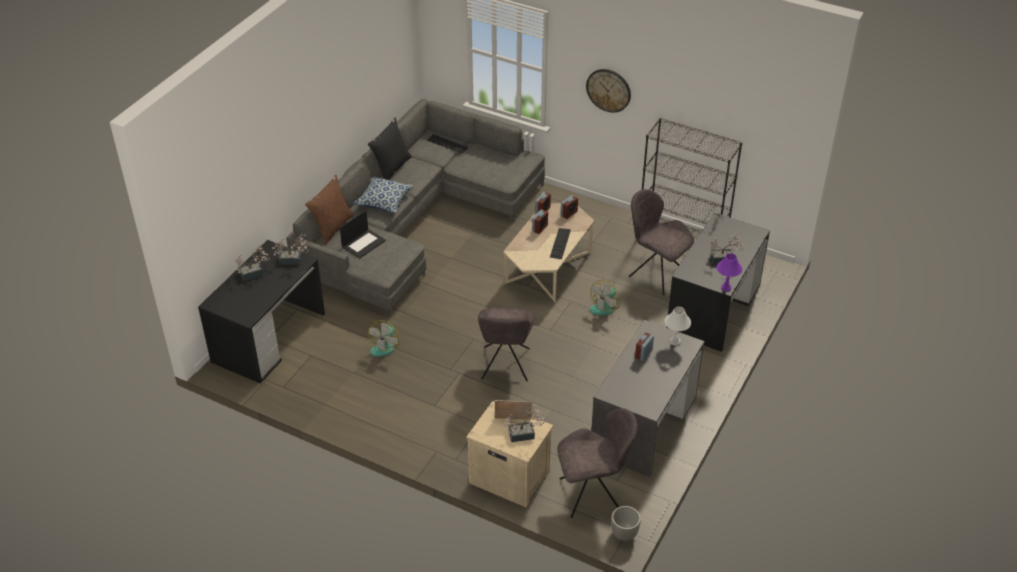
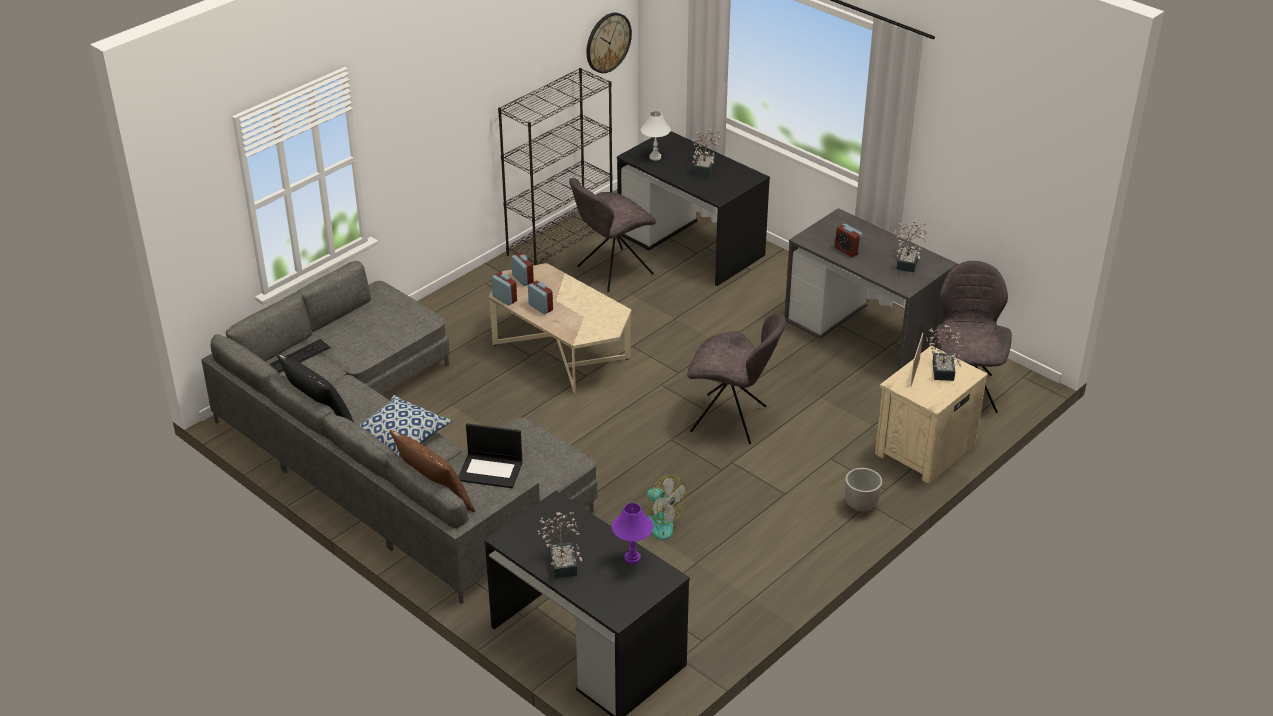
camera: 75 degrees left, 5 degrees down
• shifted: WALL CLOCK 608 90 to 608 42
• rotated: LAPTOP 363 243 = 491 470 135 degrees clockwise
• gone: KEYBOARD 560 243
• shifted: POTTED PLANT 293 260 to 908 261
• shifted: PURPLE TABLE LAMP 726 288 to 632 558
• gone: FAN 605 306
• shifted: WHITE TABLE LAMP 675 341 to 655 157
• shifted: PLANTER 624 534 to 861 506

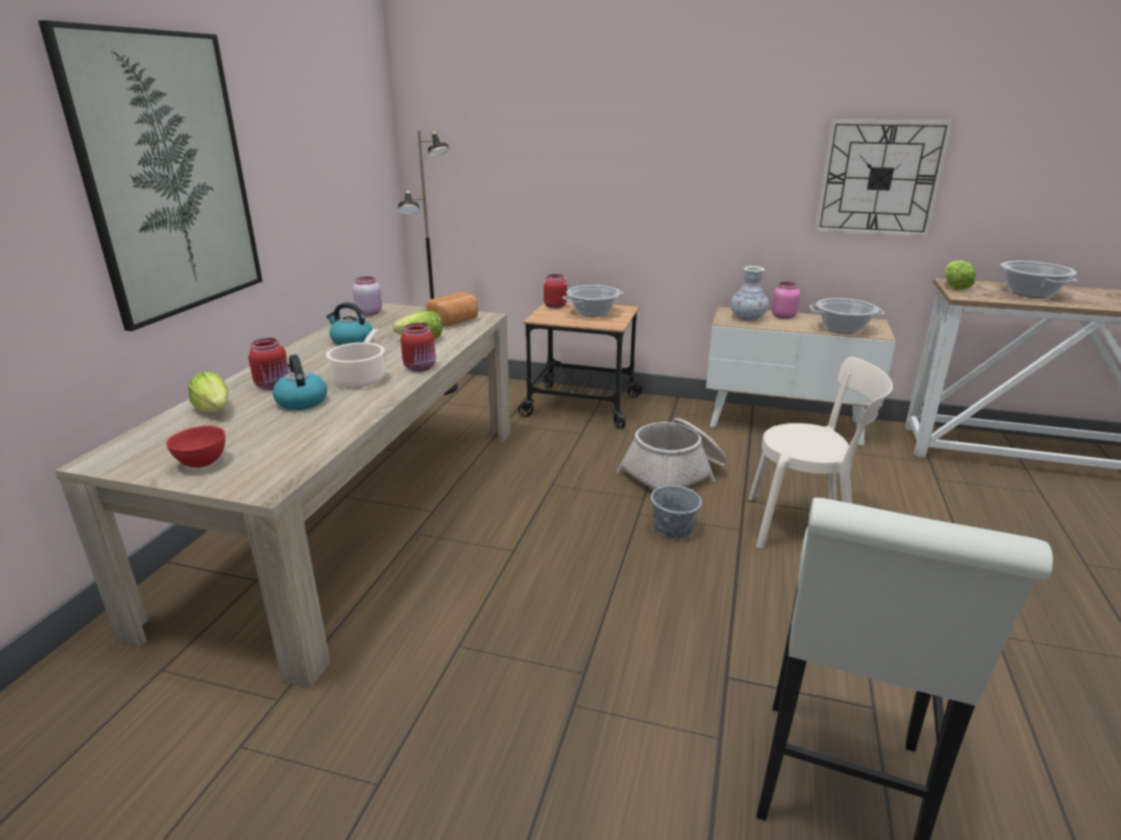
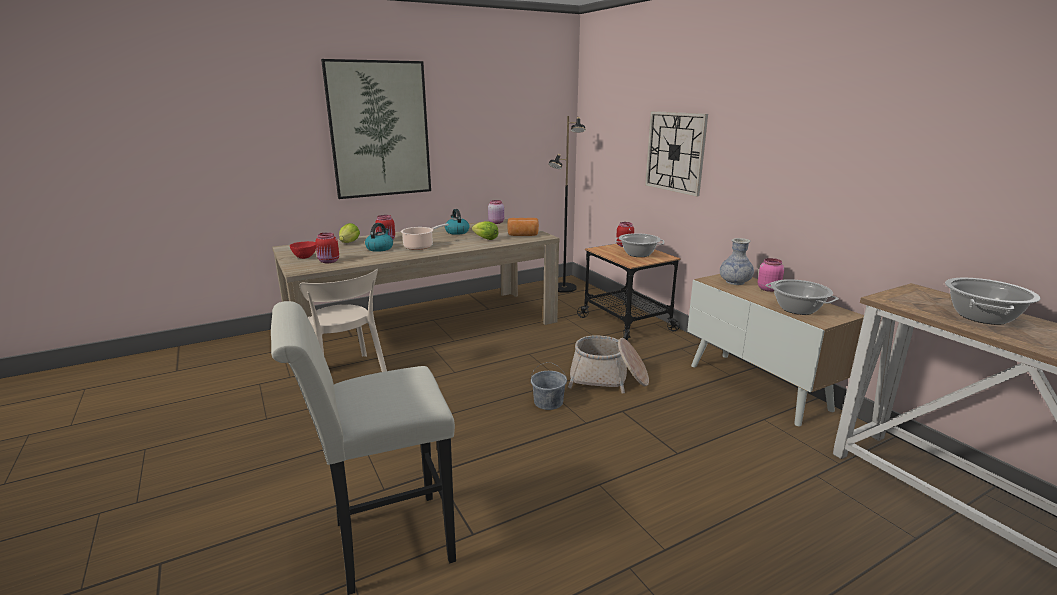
camera: 45 degrees right, 5 degrees down
• shifted: WALL CLOCK 880 178 to 675 152
• gone: LETTUCE 954 287
• shifted: RED JAR 421 368 to 329 261
• shifted: BEIGE CHAIR 805 525 to 348 376

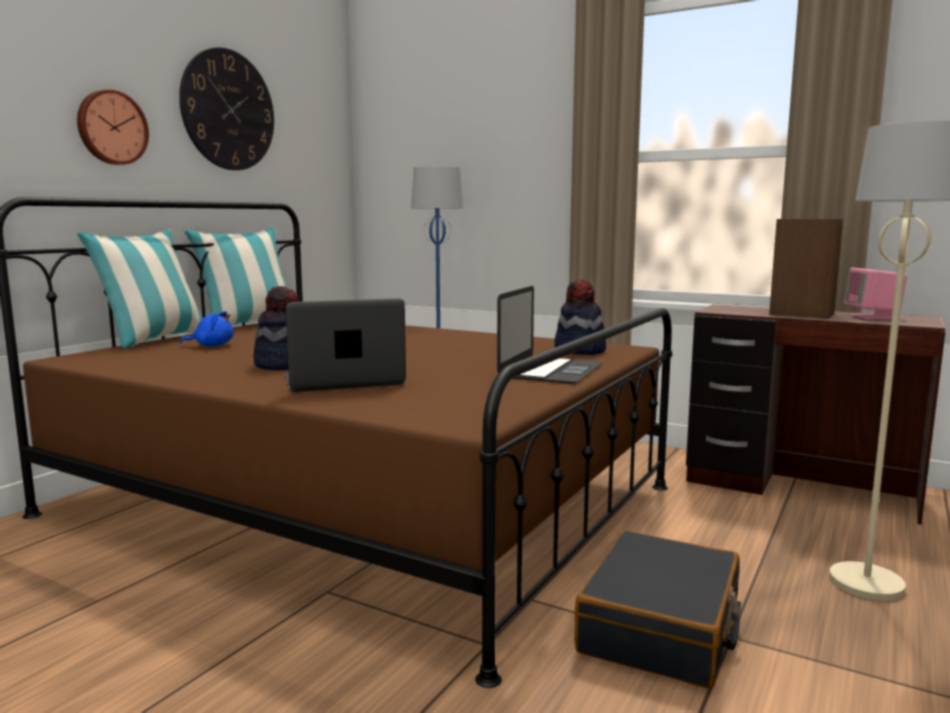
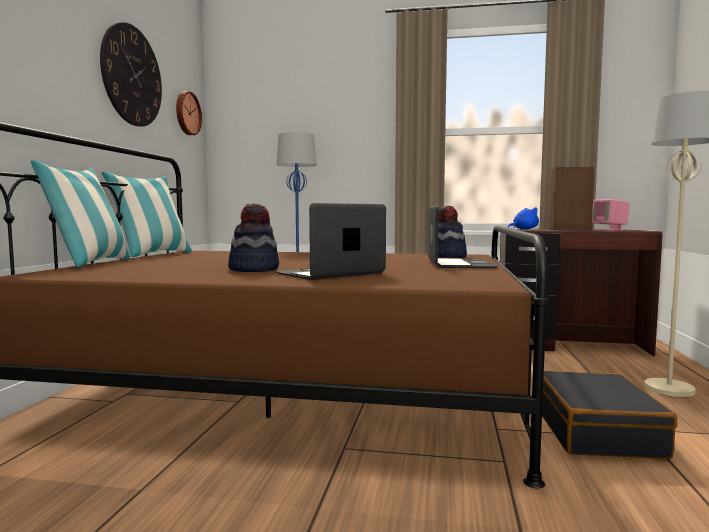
camera: 20 degrees left, 5 degrees down
• shifted: WALL CLOCK 111 128 to 187 113
• shifted: BLUE PLUSH TOY 211 345 to 524 229

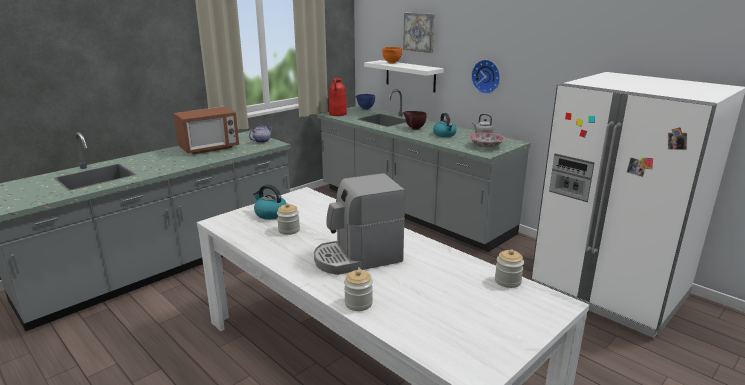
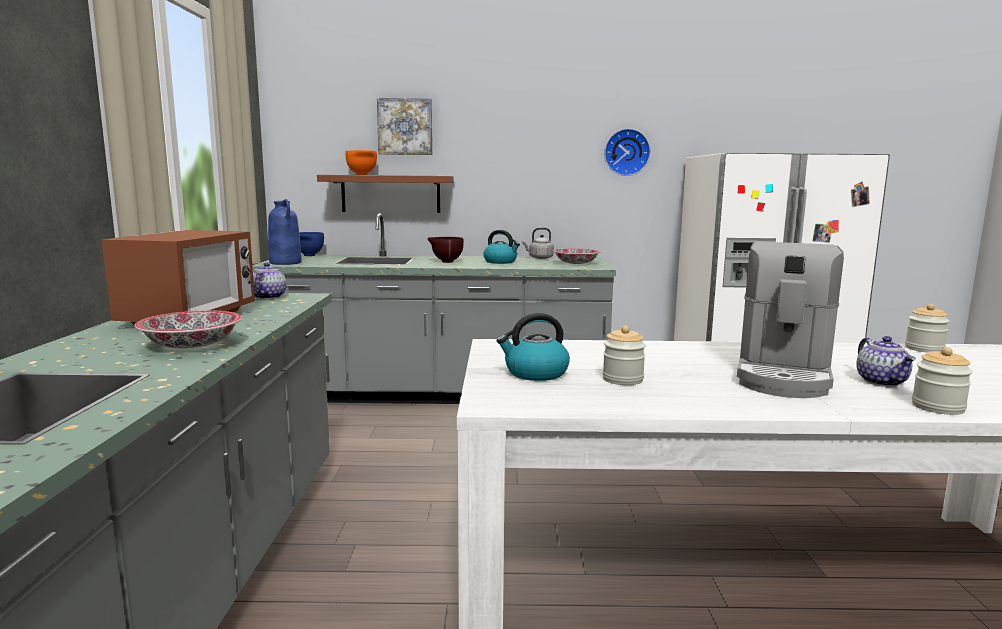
camera: 45 degrees left, 10 degrees down
• repainted: WHITE SHELF 410 76 to BROWN SHELF 390 194
• shifted: WALL CLOCK 487 76 to 626 152
• repainted: RED VASE 338 114 to BLUE VASE 286 263
• new: BOWL 192 345
• new: TEAPOT 883 382

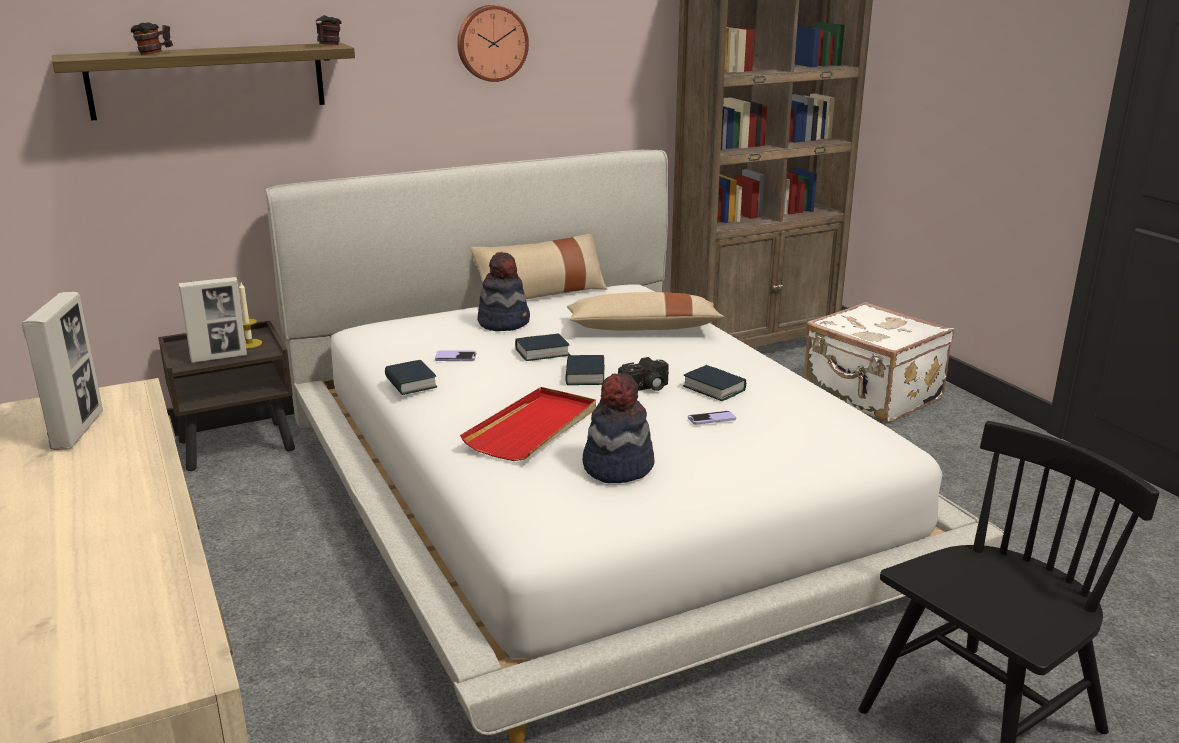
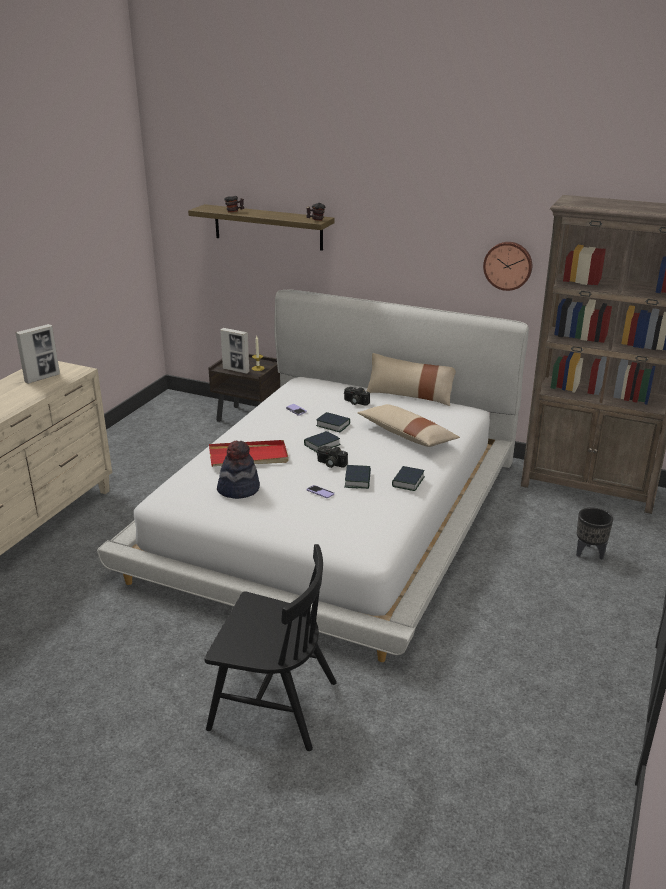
camera: 50 degrees right, 5 degrees up
• shifted: WALL CLOCK 491 43 to 508 265
• swapped: HAT 504 322 to PHOTO CAMERA 355 402
• swapped: WHITE SUITCASE 871 396 to BLACK PLANTER 589 553
• shifted: BOOK 411 383 to 408 482

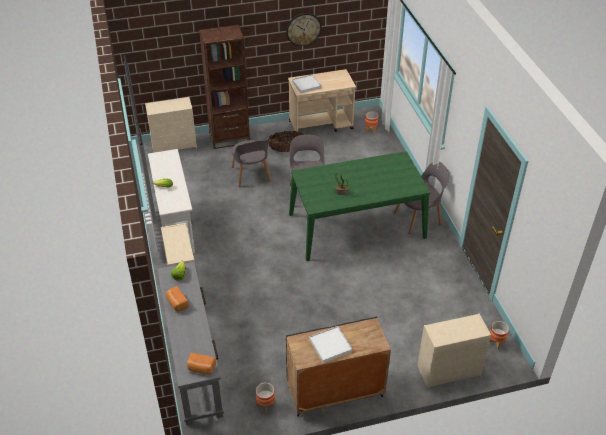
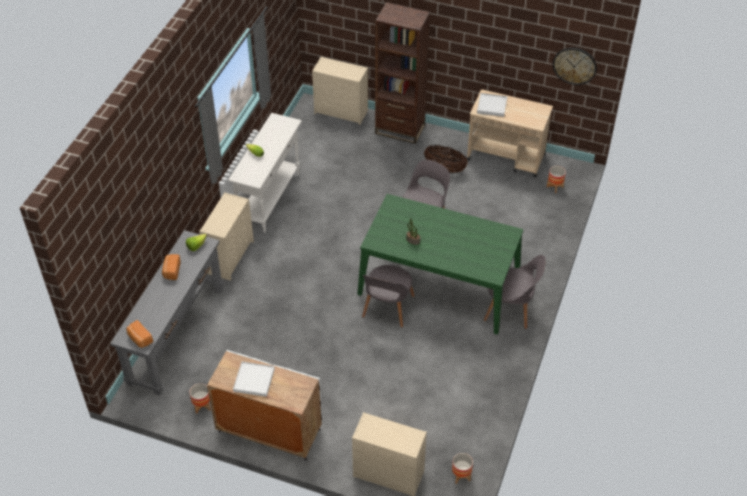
camera: 35 degrees right, 5 degrees up
• shifted: WALL CLOCK 303 29 to 574 65
• shifted: GREY CHAIR 251 175 to 387 308
• repainted: BLACK CABINET 335 392 to WHITE CABINET 268 430

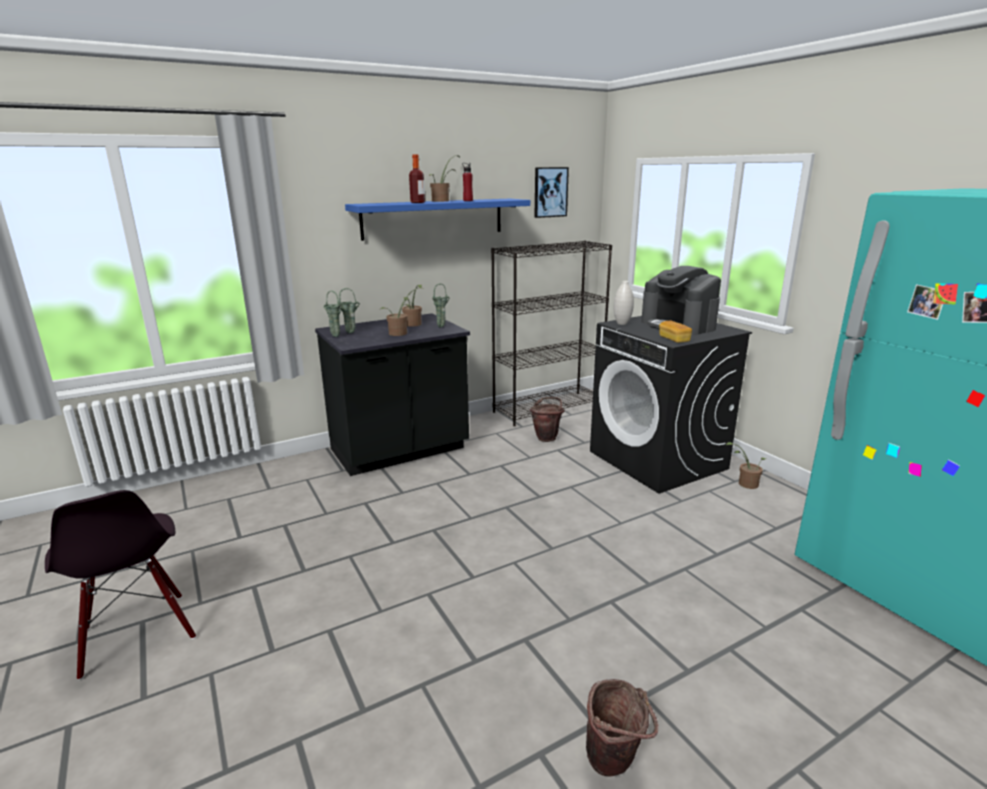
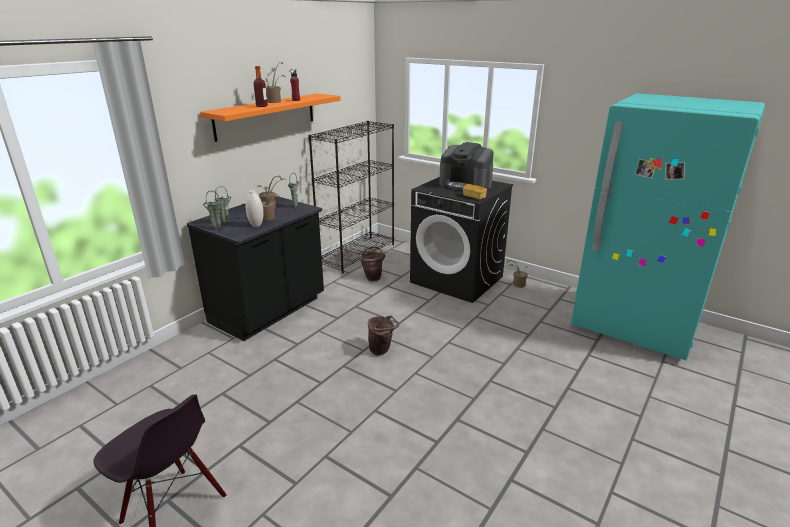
camera: 25 degrees left, 5 degrees up
• gone: PICTURE 550 192
• repainted: BLUE SHELF 433 218 to ORANGE SHELF 266 116
• shifted: WHITE VASE 622 323 to 256 225
• shifted: BROWN BUCKET 615 763 to 382 351

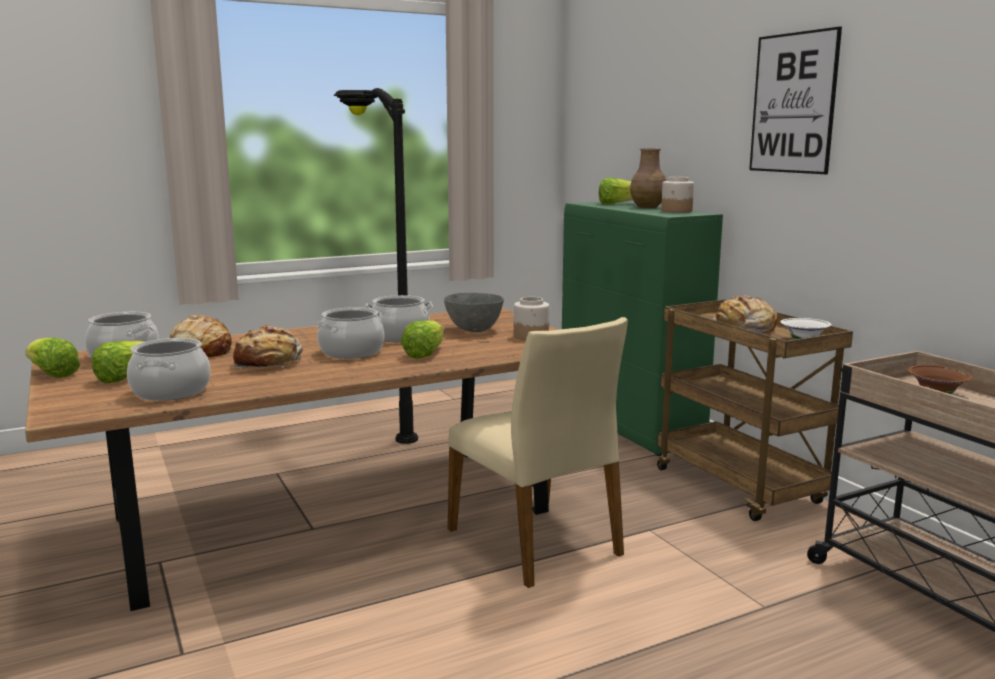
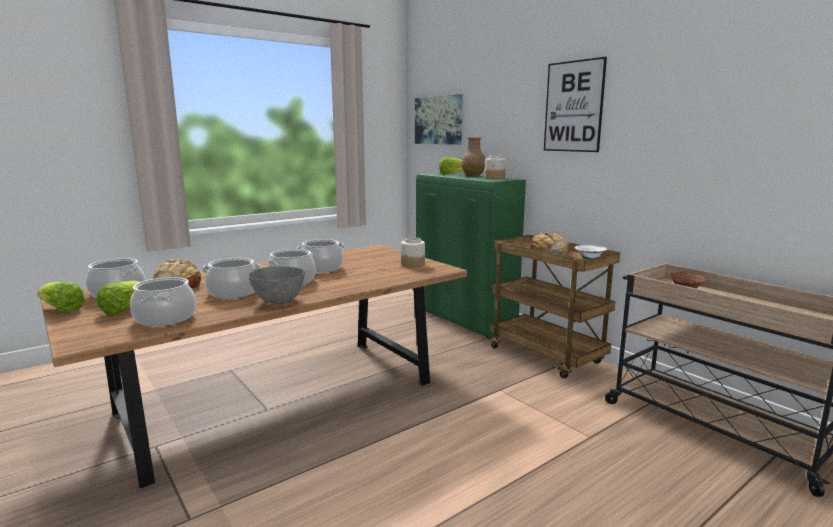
camera: 10 degrees left, 0 degrees up
• gone: BLACK FLOOR LAMP 379 419
• shifted: GREY BOWL 474 330 to 279 301
• gone: BEIGE CHAIR 536 541
• gone: LETTUCE 424 354
• swapped: BREAD 269 363 to COOKING POT 234 292
• new: PICTURE 438 120

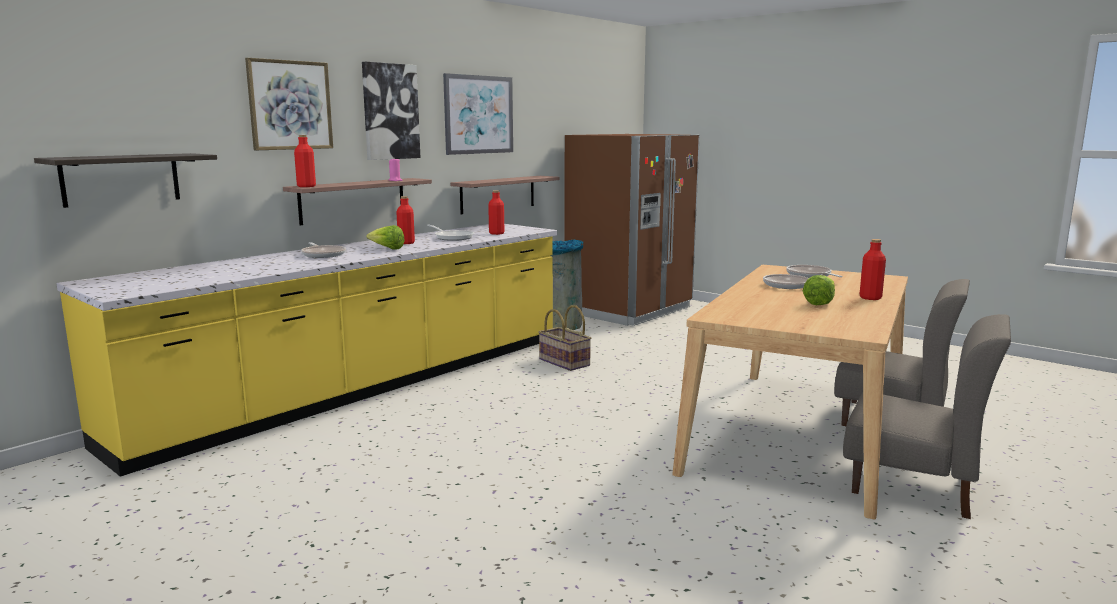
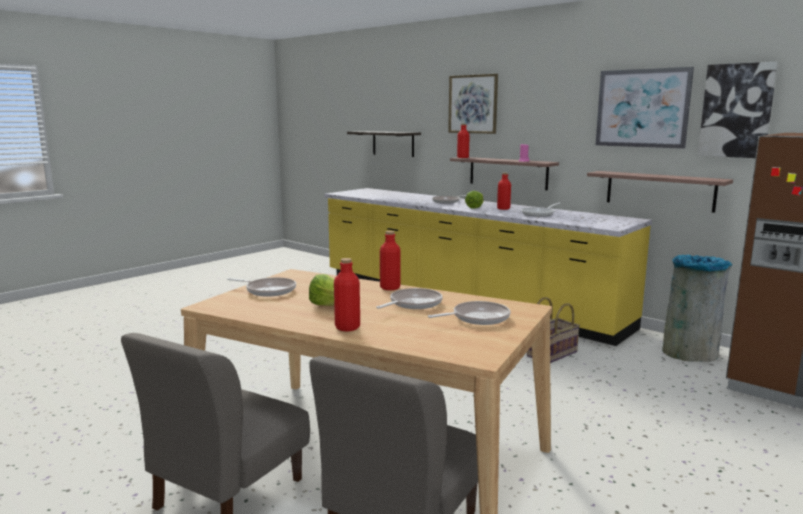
camera: 90 degrees right, 0 degrees up
• shifted: PICTURE 390 111 to 736 111
• shifted: RED BOTTLE 496 233 to 390 288
• new: FRYING PAN 268 290

